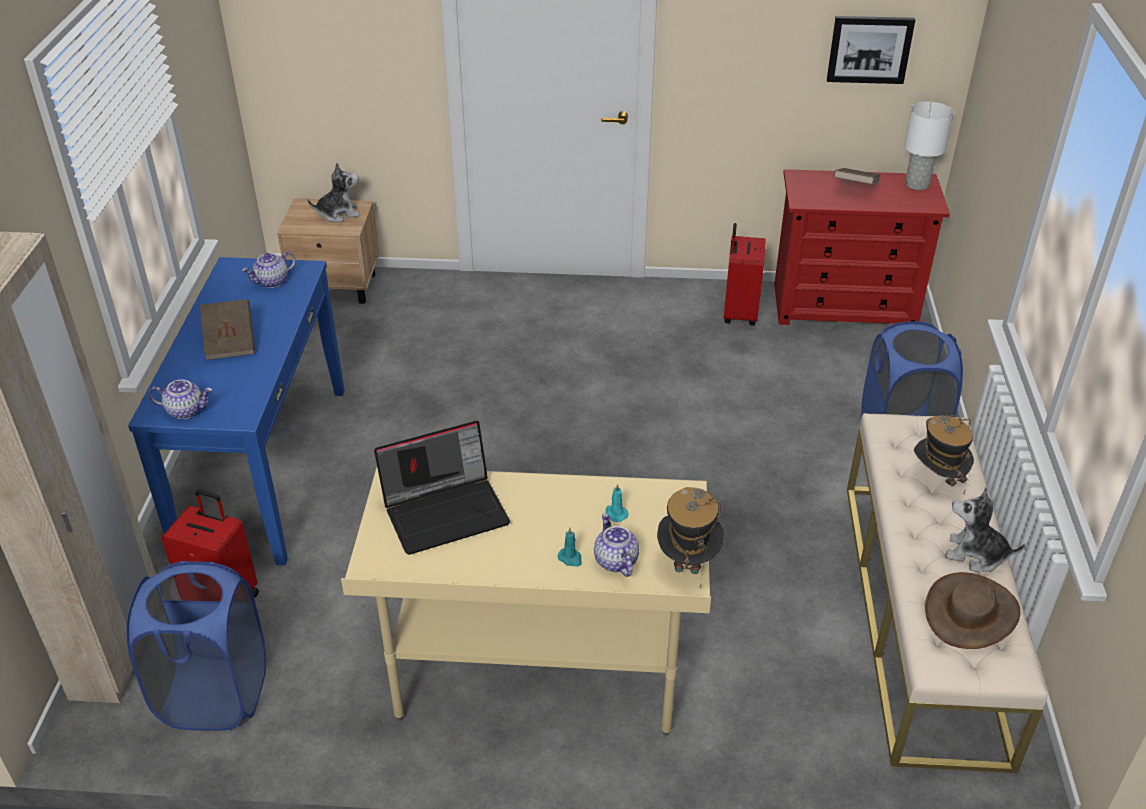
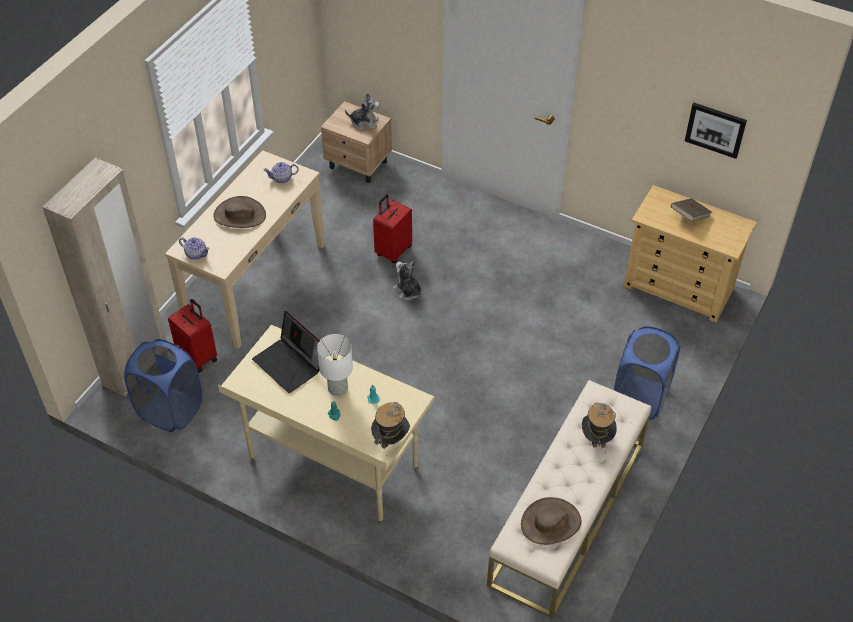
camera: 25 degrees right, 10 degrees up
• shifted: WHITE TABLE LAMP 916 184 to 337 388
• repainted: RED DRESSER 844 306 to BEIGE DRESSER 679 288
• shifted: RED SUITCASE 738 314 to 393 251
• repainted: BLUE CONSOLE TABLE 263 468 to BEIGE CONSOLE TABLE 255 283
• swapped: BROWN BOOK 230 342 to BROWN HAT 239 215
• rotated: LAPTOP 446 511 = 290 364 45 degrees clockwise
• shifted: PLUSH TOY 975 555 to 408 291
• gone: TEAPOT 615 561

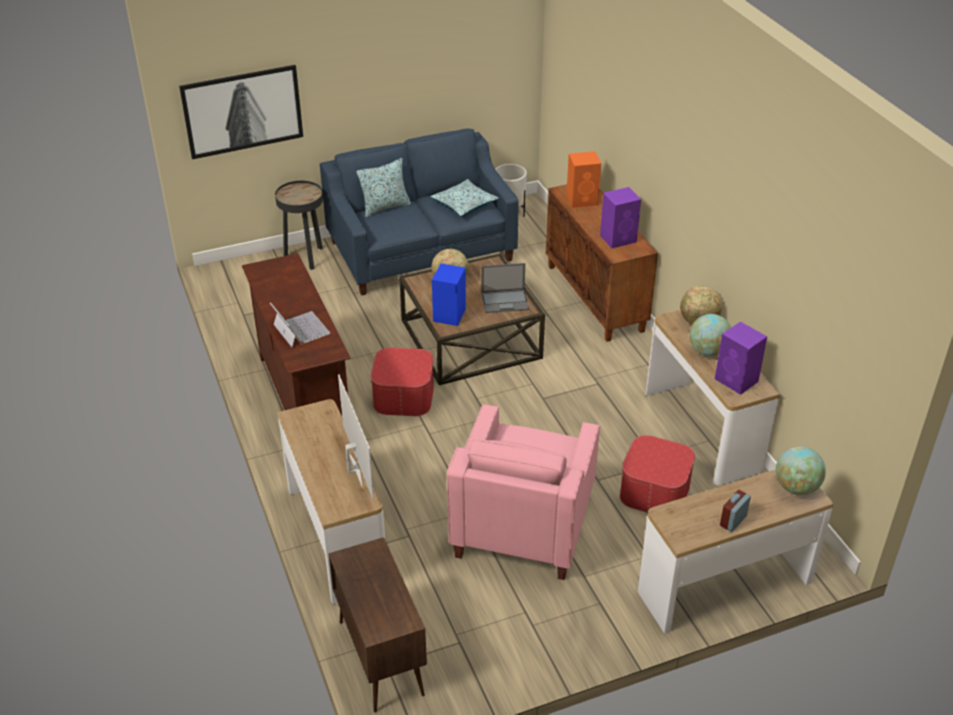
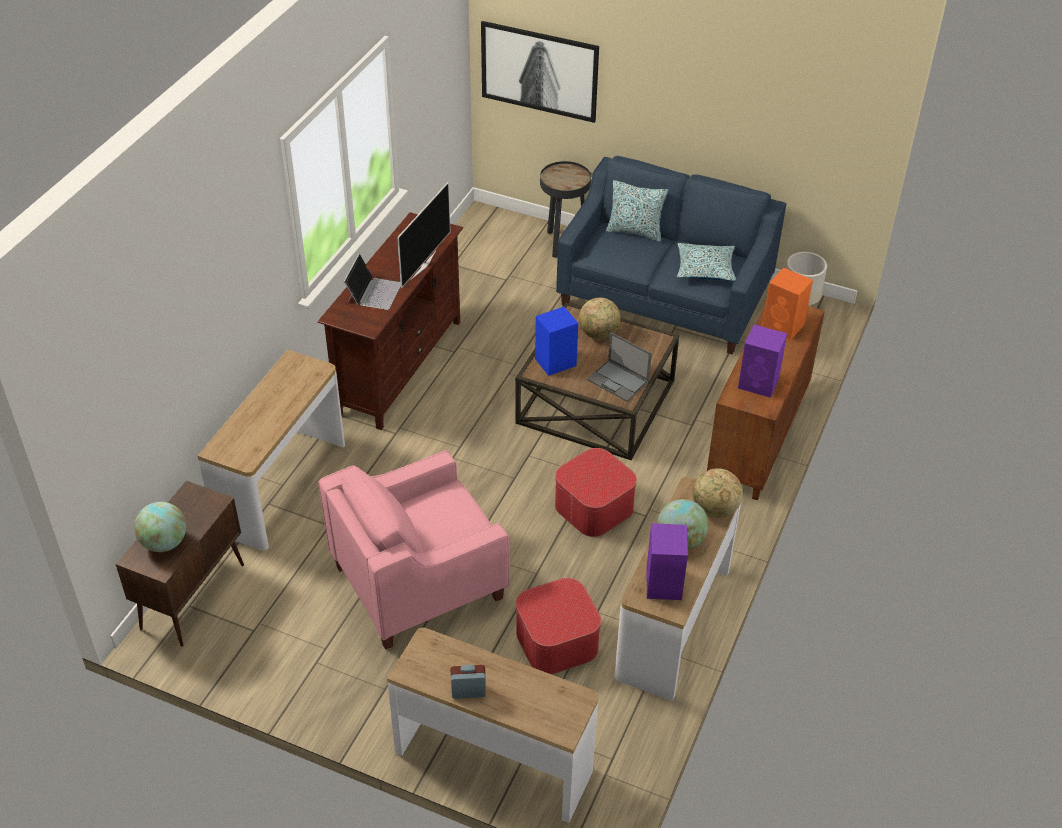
camera: 45 degrees right, 5 degrees up
• shifted: OTTOMAN 404 396 to 594 507
• shifted: TELEVISION 353 469 to 422 265
• shifted: GLOBE 796 487 to 164 543

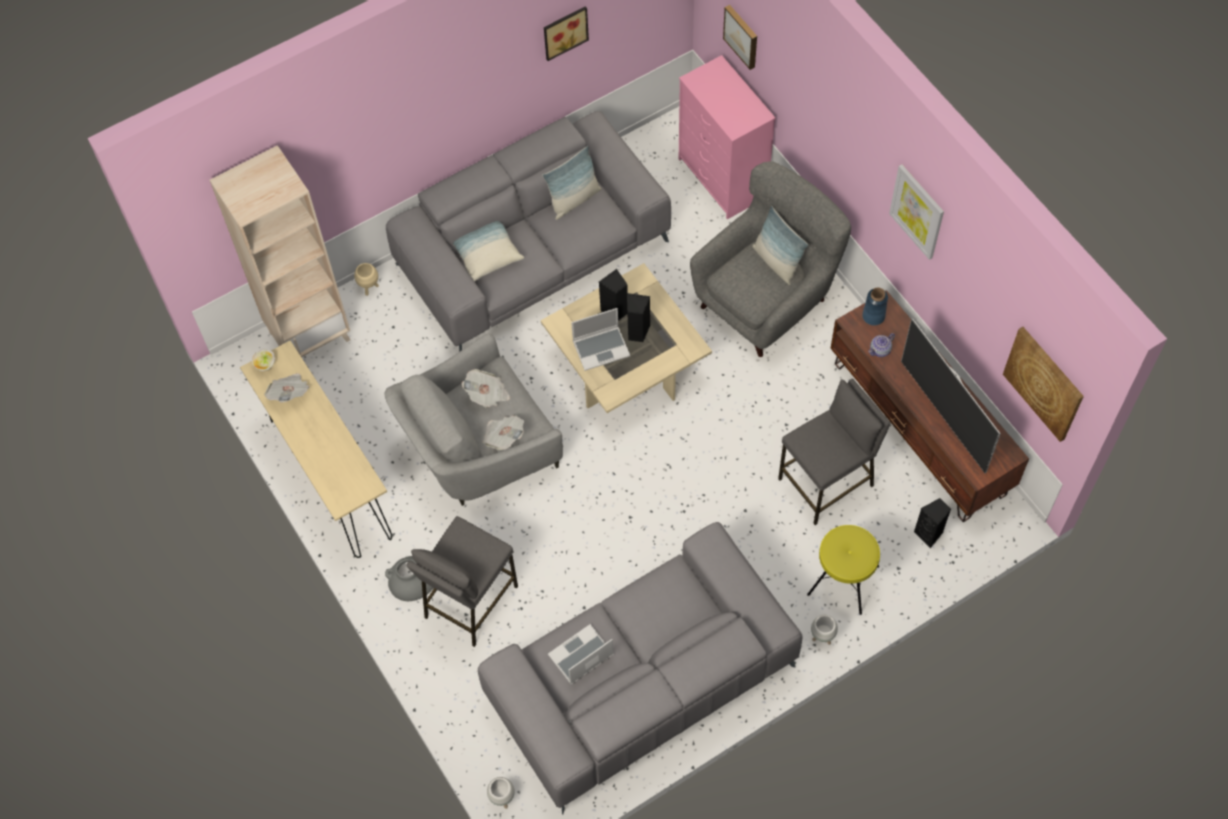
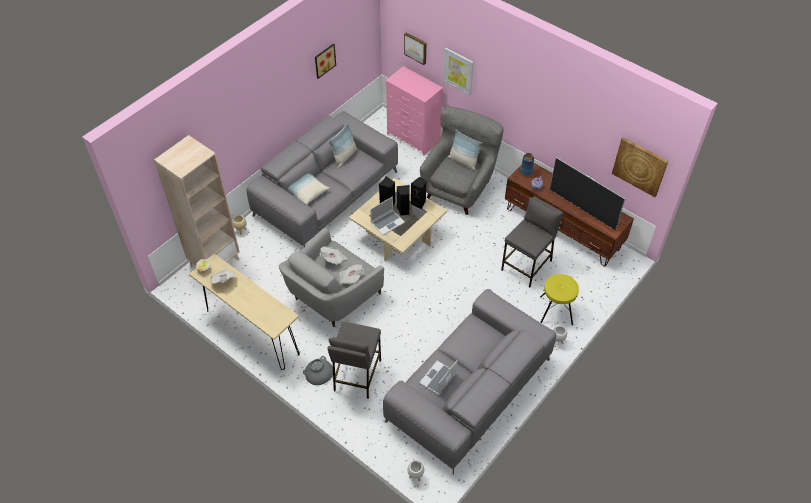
camera: 20 degrees left, 10 degrees down
• shifted: PICTURE 917 211 to 458 71
• shifted: BLACK SPEAKER 929 534 to 419 203

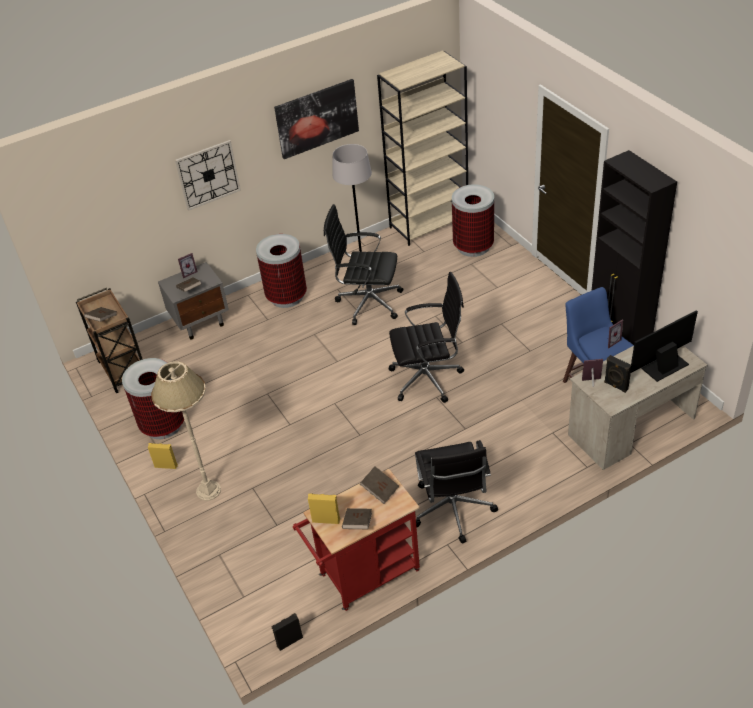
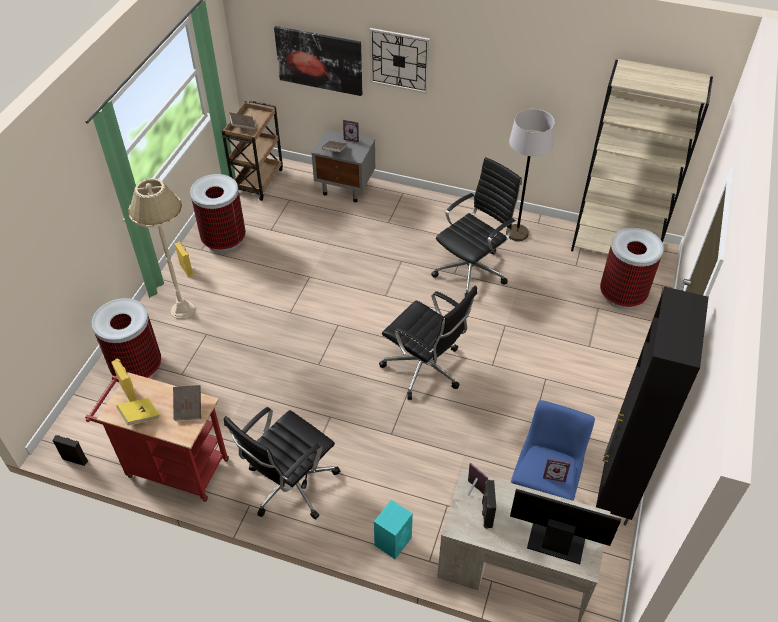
camera: 45 degrees right, 5 degrees up
• shifted: PICTURE 317 118 to 319 60
• rotated: BLACK OFFICE CHAIR 367 302 = 472 270 75 degrees clockwise
• shifted: TRASH CAN 286 297 to 137 368
• repainted: BROWN BOOK 357 524 to YELLOW BOOK 140 416
• new: TURQUOISE SPEAKER 393 541

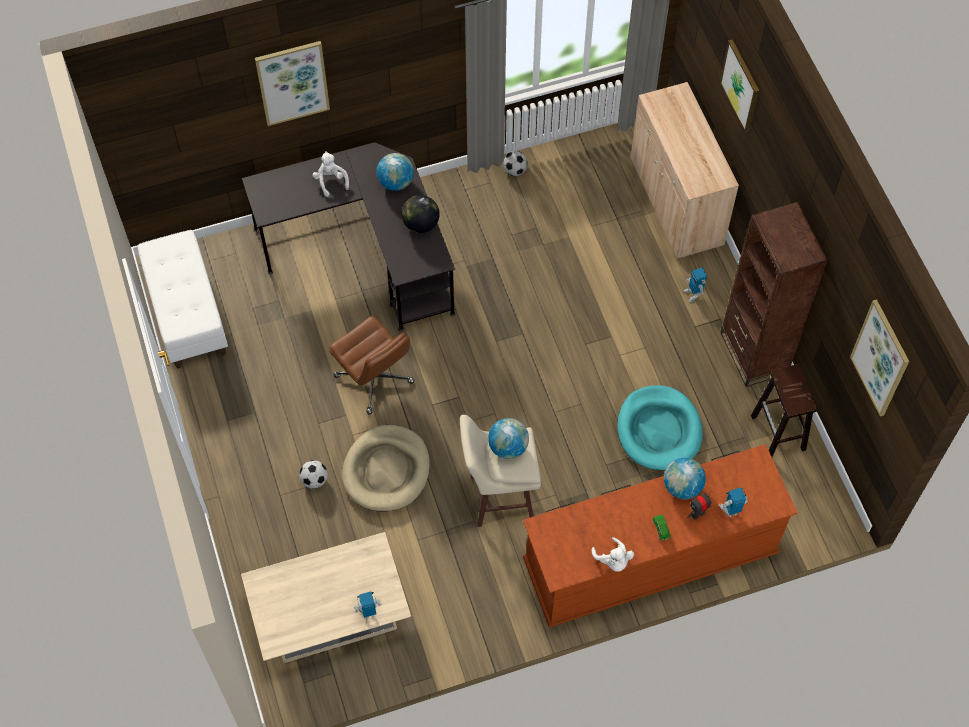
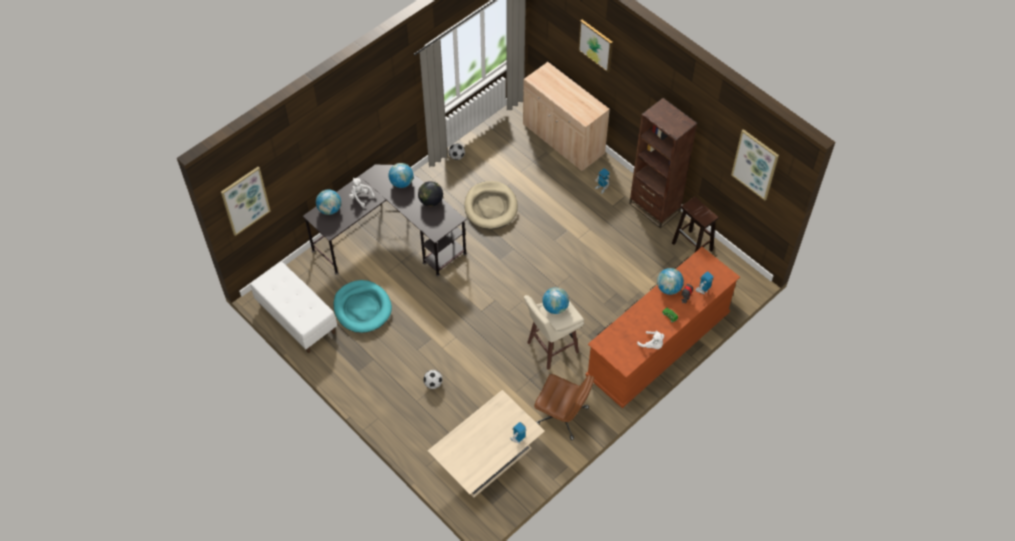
camera: 25 degrees left, 5 degrees down
• shifted: PICTURE 292 82 to 245 200
• shifted: BROWN OFFICE CHAIR 375 379 to 562 416
• shifted: TURQUOISE DOG BED 659 430 to 362 308
• shifted: BEIGE DOG BED 386 470 to 491 207
• new: GLOBE 330 209

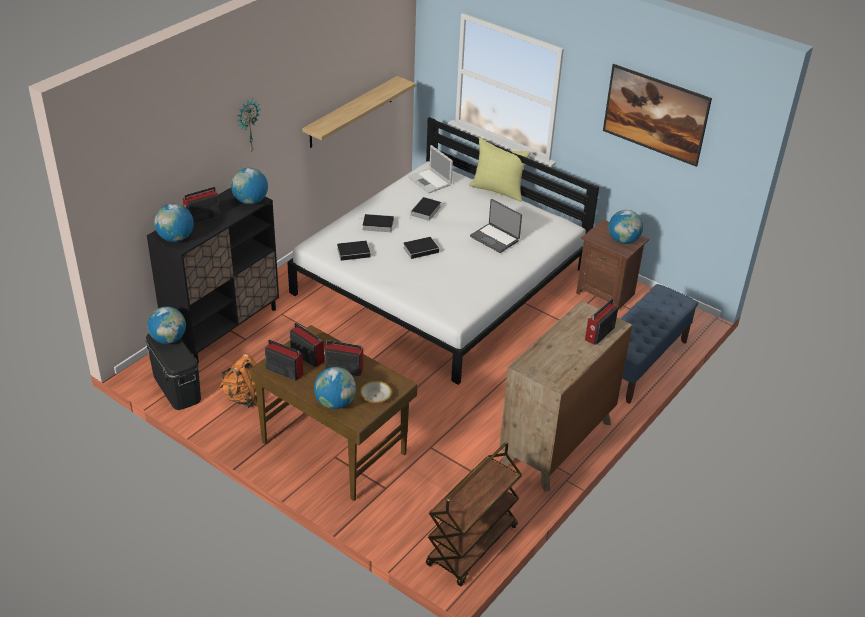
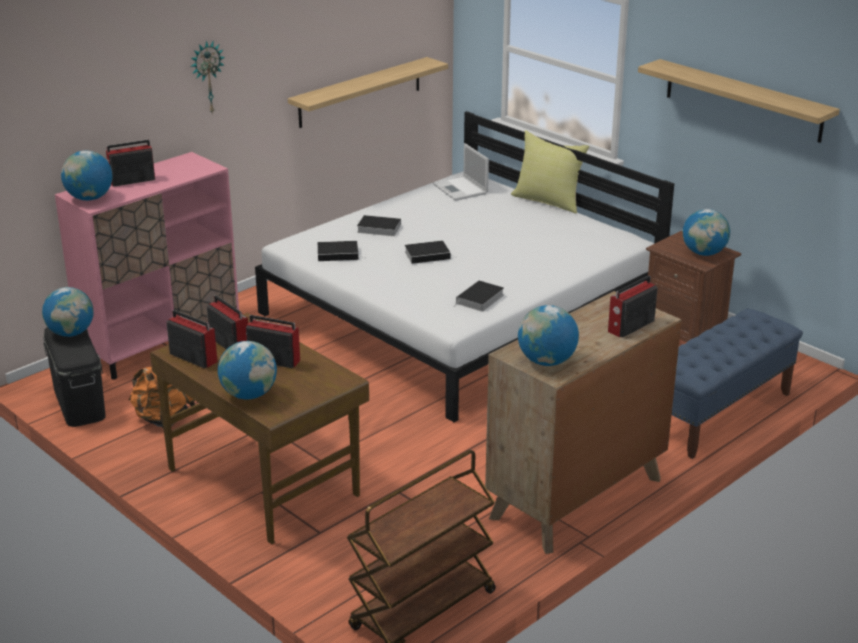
camera: 10 degrees right, 10 degrees down
• swapped: PICTURE 652 131 to SHELF 743 100
• shifted: GLOBE 250 201 to 546 361
• repainted: BLACK CABINET 223 327 to PINK CABINET 162 343
• shifted: BOOK 425 211 to 479 300
• gone: LAPTOP 495 238
• gone: BOWL 375 396

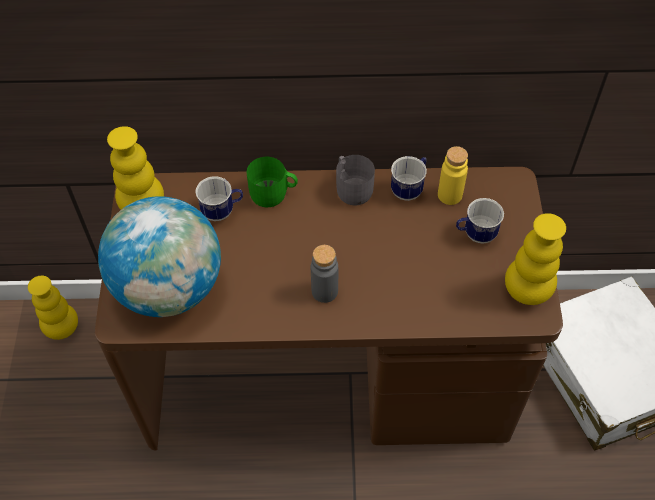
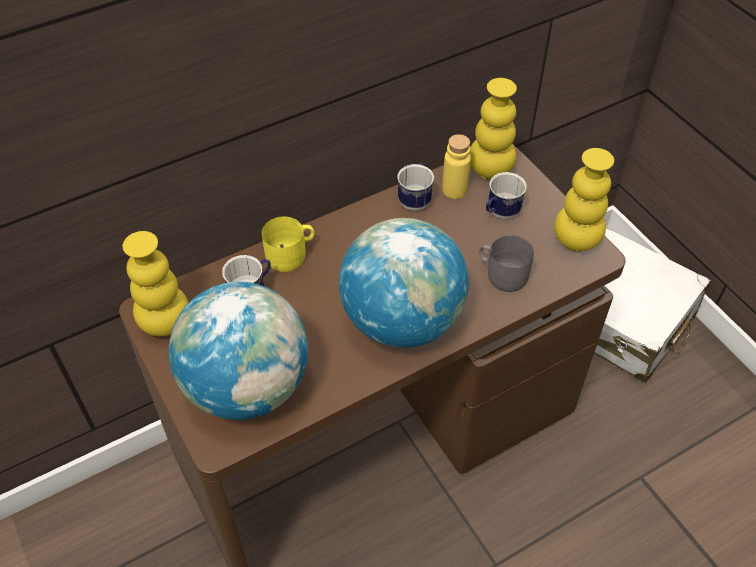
camera: 30 degrees left, 5 degrees down
• shifted: GREY MUG 352 187 to 502 274
• repainted: GREEN MUG 273 194 to YELLOW MUG 291 255
• swapped: GREY BOTTLE 324 291 to GLOBE 402 320
• shifted: YELLOW VASE 62 328 to 490 170

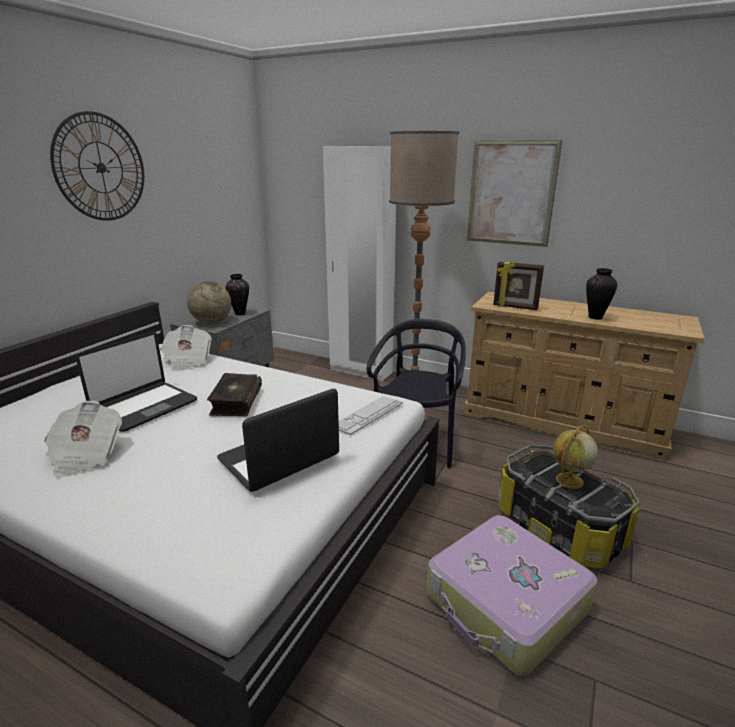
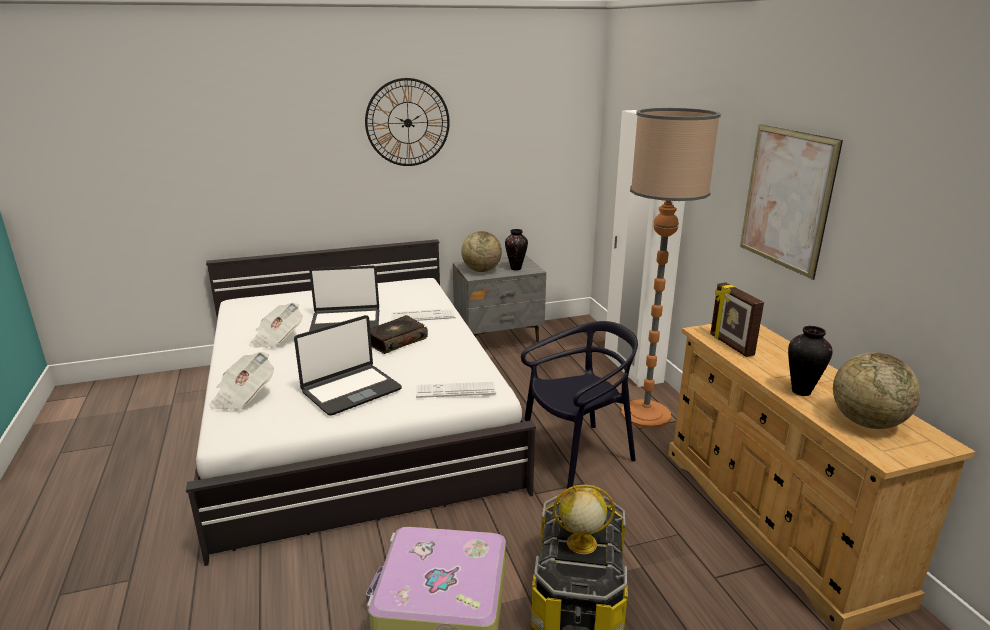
camera: 45 degrees right, 0 degrees up
• shifted: NEWSPAPER 187 360 to 243 397
• rotated: LAPTOP 279 459 = 351 390 135 degrees clockwise
• new: KEYBOARD 423 316
• new: GLOBE 866 422

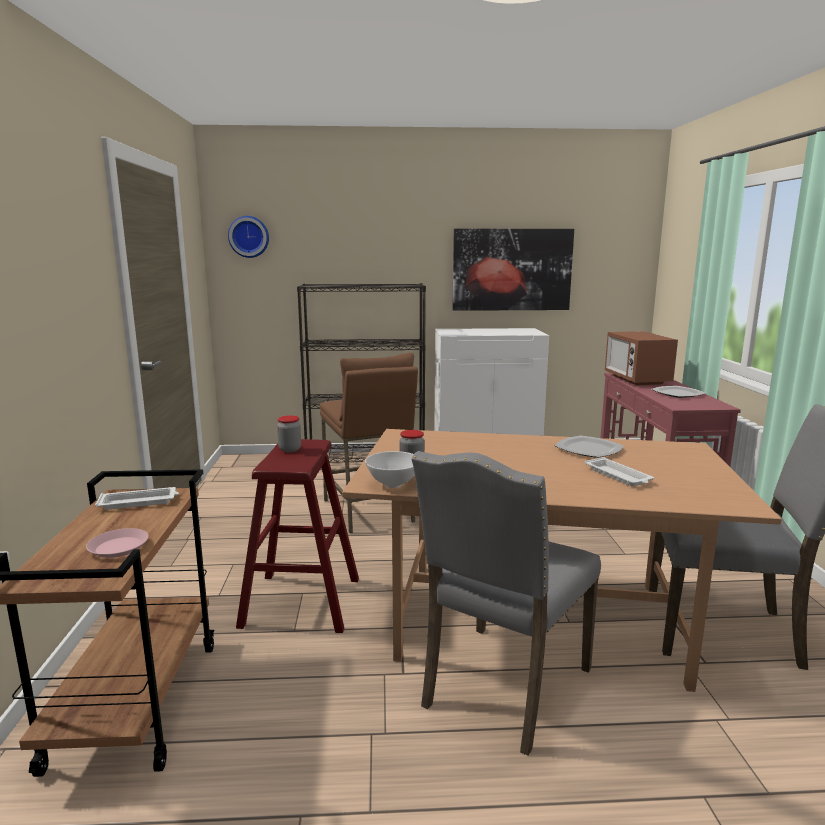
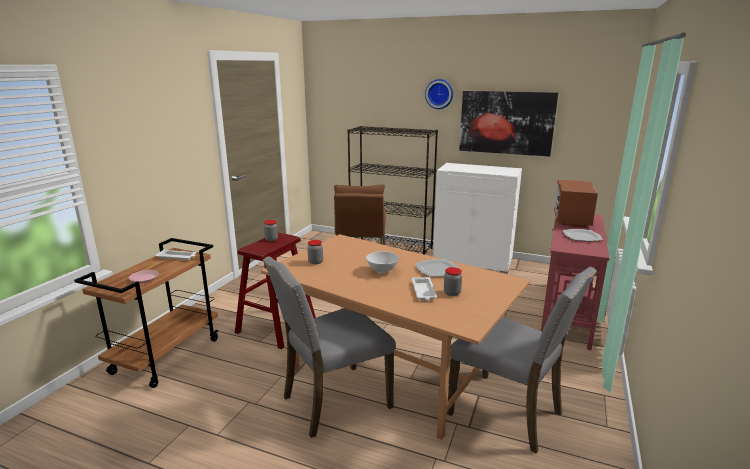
camera: 25 degrees right, 5 degrees up
• shifted: WALL CLOCK 249 237 to 439 94
• shifted: WHITE BOWL 394 484 to 382 271
• new: JAR 452 293

